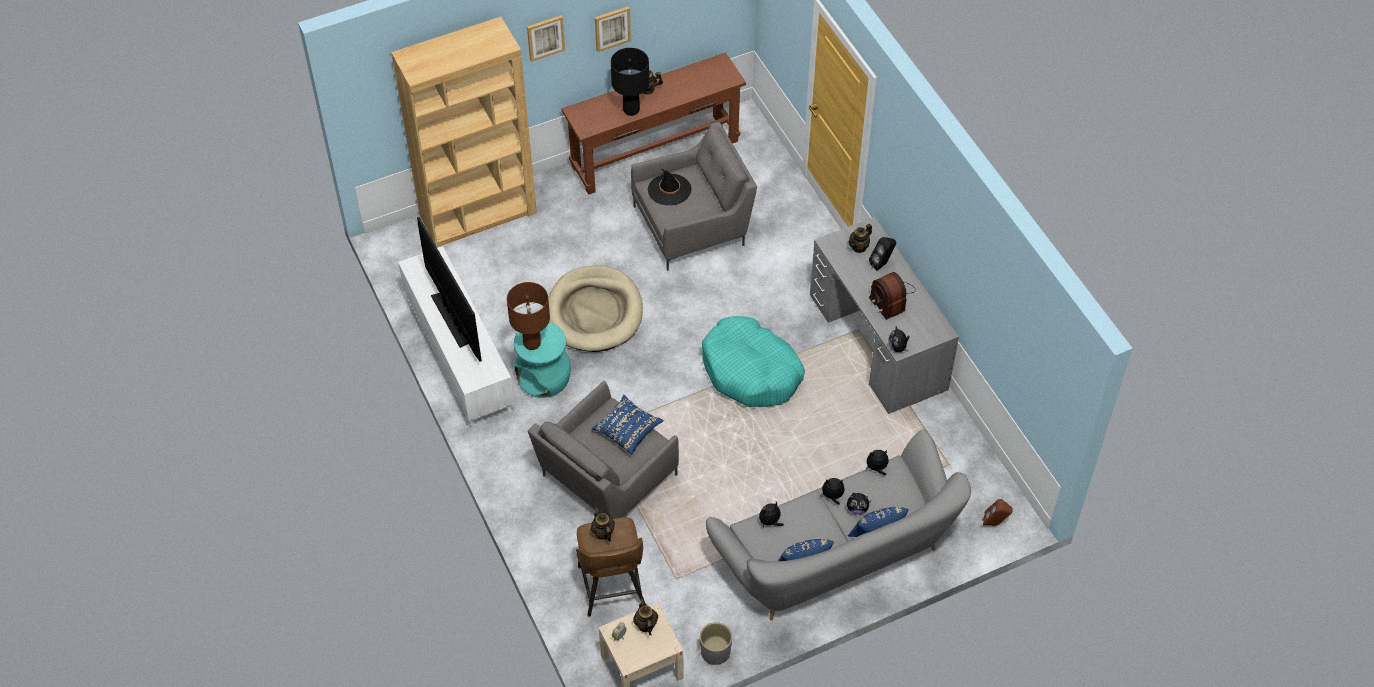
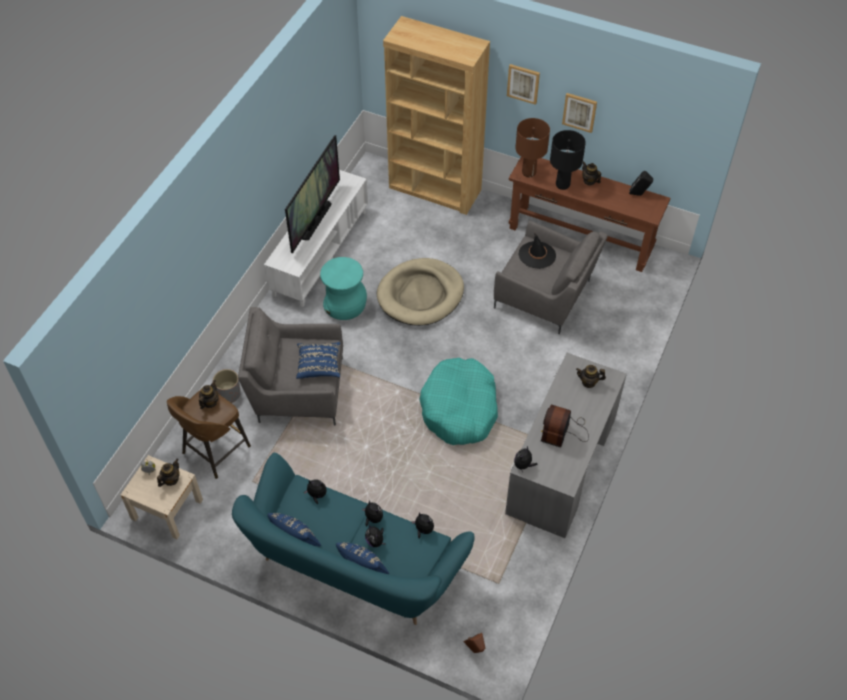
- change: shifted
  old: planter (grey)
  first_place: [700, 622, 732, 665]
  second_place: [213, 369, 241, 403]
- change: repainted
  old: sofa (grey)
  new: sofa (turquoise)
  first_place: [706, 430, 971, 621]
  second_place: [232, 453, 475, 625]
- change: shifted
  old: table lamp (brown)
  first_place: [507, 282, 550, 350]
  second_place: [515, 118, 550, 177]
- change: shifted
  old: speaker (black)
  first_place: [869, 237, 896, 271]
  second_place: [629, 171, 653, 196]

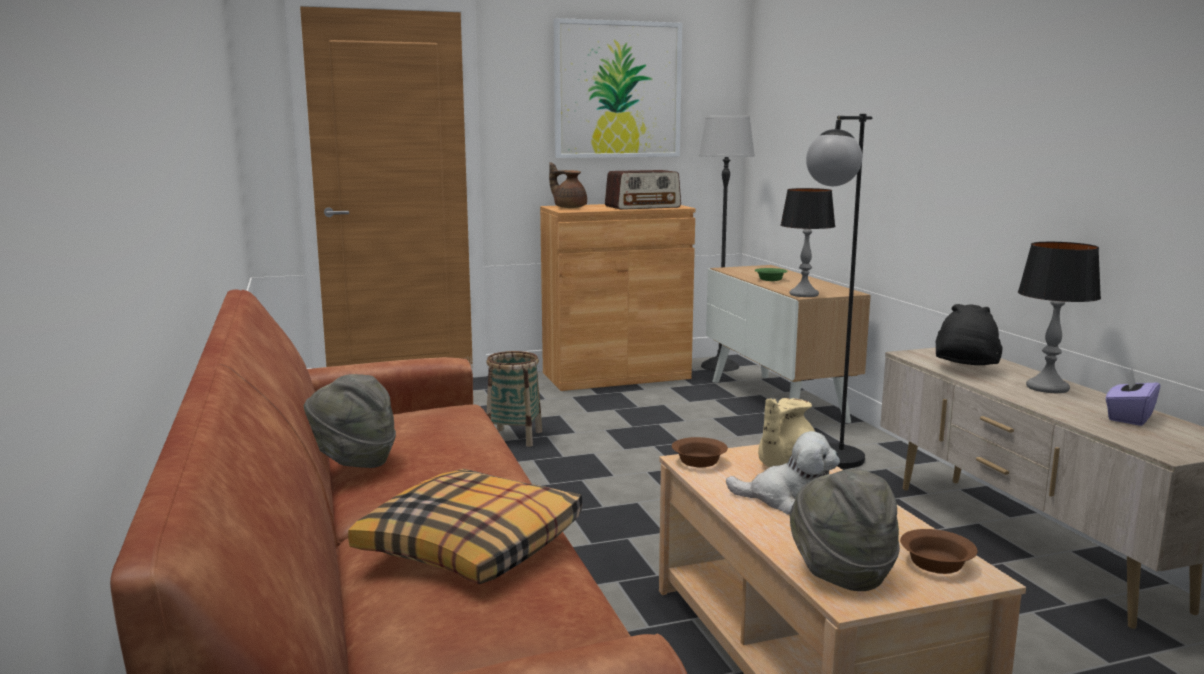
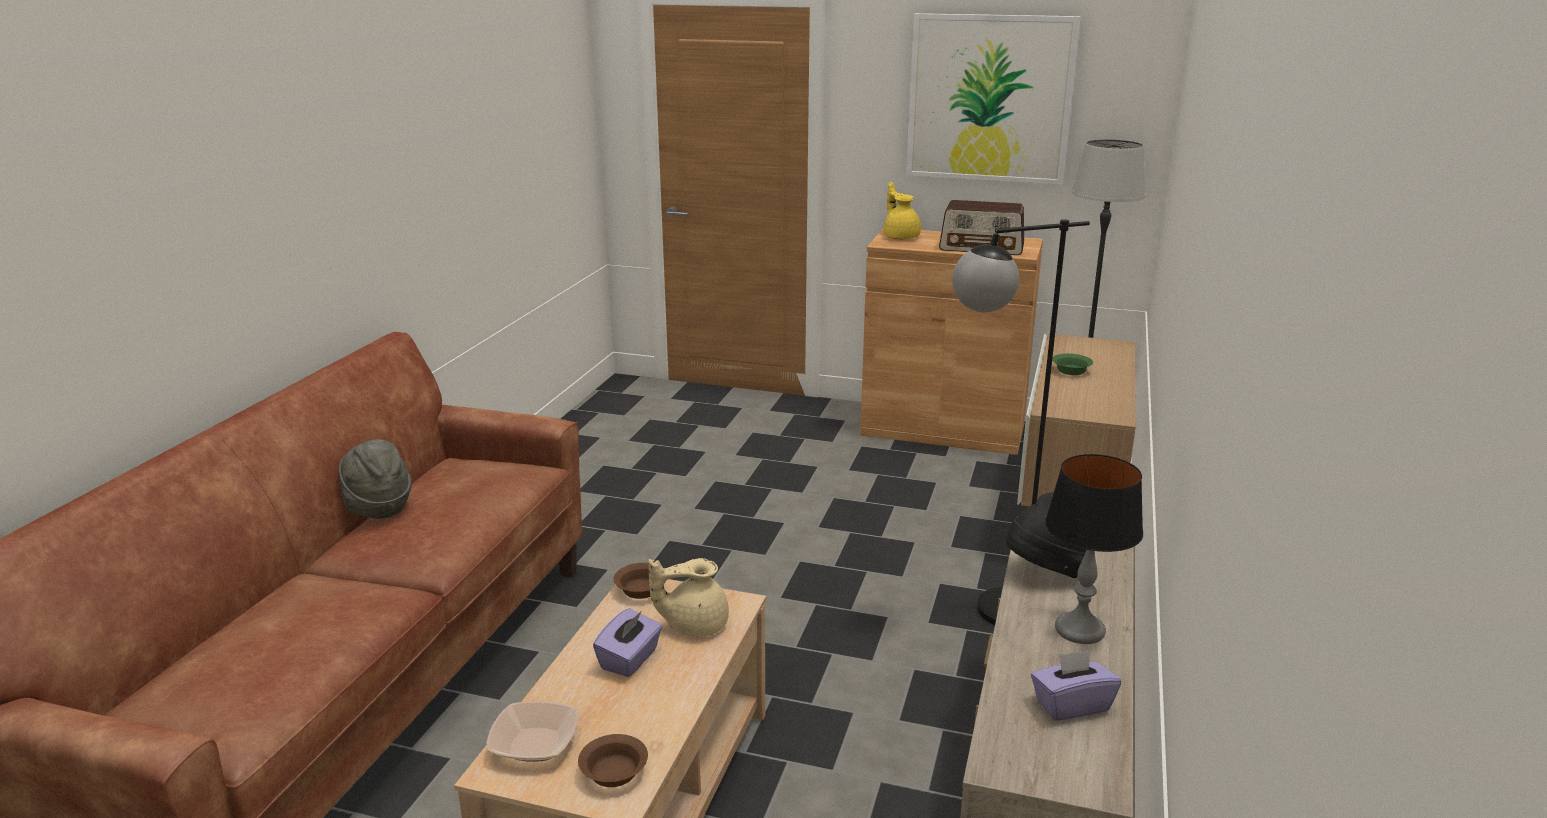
- change: swapped
  old: hat (grey)
  new: bowl
  first_place: [790, 469, 900, 591]
  second_place: [486, 701, 578, 762]
- change: swapped
  old: plush toy
  new: tissue box (purple)
  first_place: [726, 431, 840, 514]
  second_place: [593, 608, 662, 677]
- change: repainted
  old: teapot (brown)
  new: teapot (yellow)
  first_place: [549, 162, 587, 208]
  second_place: [884, 182, 921, 239]
- change: gone
  old: pillow
  first_place: [348, 469, 582, 584]
- change: gone
  old: basket
  first_place: [486, 351, 542, 447]
- change: gone
  old: table lamp
  first_place: [780, 188, 835, 297]

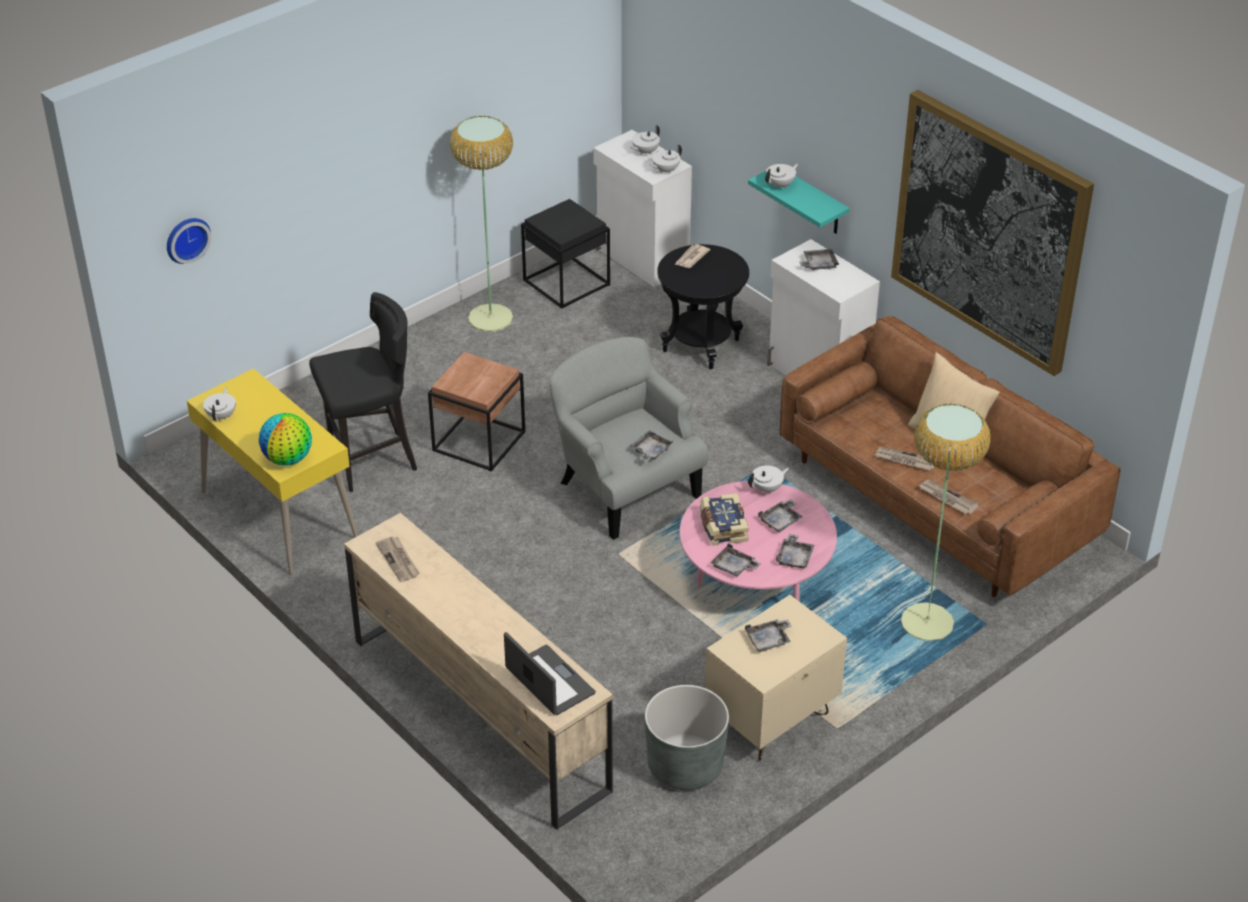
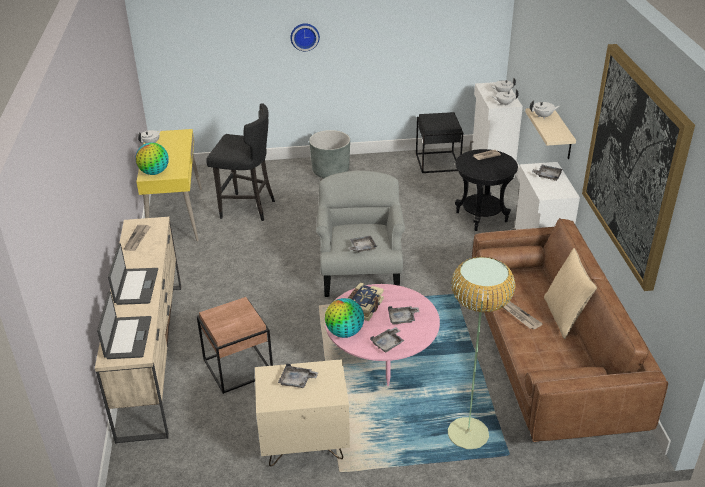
- change: new
  new: laptop
  second_place: [108, 243, 158, 305]
- change: shifted
  old: side table (brown)
  first_place: [428, 352, 525, 472]
  second_place: [197, 297, 273, 394]
- change: shifted
  old: wall clock
  first_place: [167, 218, 211, 264]
  second_place: [291, 23, 320, 51]
- change: shifted
  old: planter (grey)
  first_place: [645, 685, 729, 790]
  second_place: [309, 130, 350, 178]
- change: swapped
  old: tray (grey)
  new: globe
  first_place: [710, 544, 761, 576]
  second_place: [325, 298, 364, 338]
- change: repainted
  old: shelf (turquoise)
  new: shelf (beige)
  first_place: [748, 171, 850, 234]
  second_place: [525, 108, 576, 159]
- change: gone
  old: floor lamp
  first_place: [450, 116, 513, 332]
- change: gone
  old: teapot (white)
  first_place: [748, 466, 789, 494]
- change: gone
  old: newspaper
  first_place: [919, 480, 979, 514]

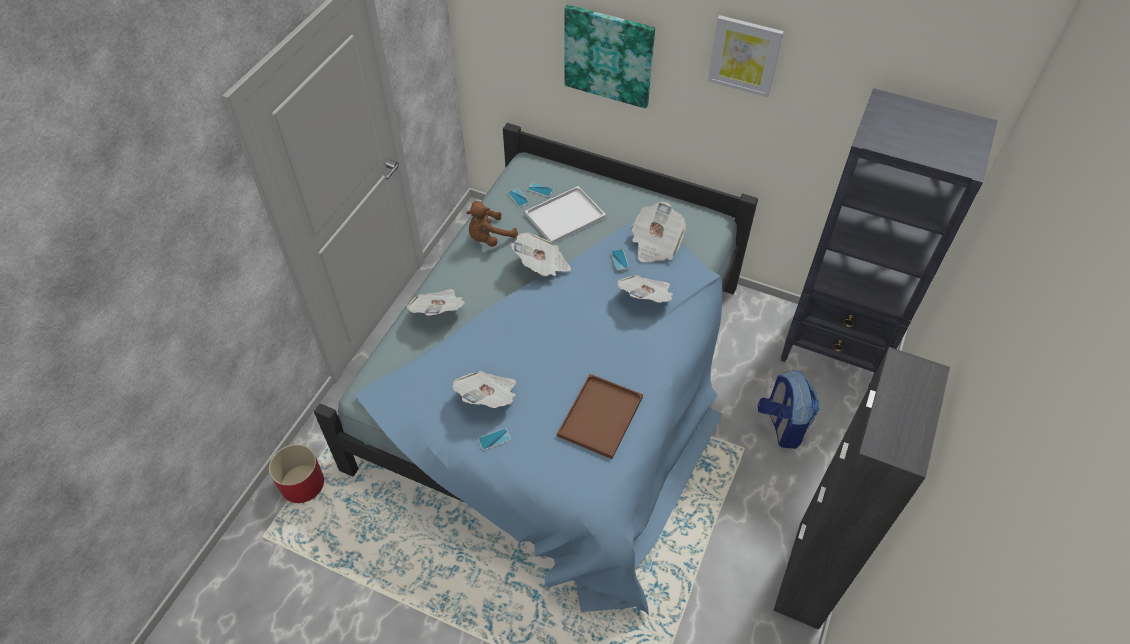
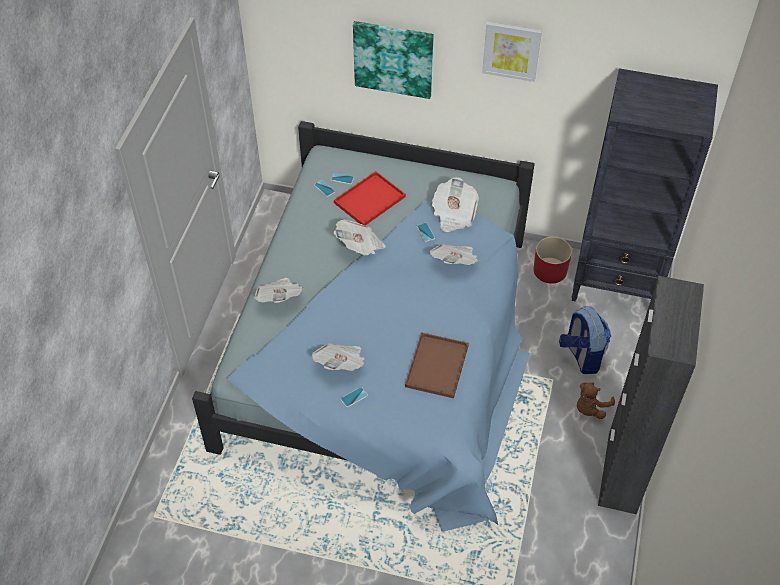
- change: repainted
  old: tray (white)
  new: tray (red)
  first_place: [525, 186, 606, 244]
  second_place: [334, 171, 406, 226]
- change: shifted
  old: planter (red)
  first_place: [269, 444, 324, 503]
  second_place: [533, 237, 572, 284]
- change: shifted
  old: plush toy (brown)
  first_place: [466, 201, 518, 247]
  second_place: [577, 382, 615, 419]

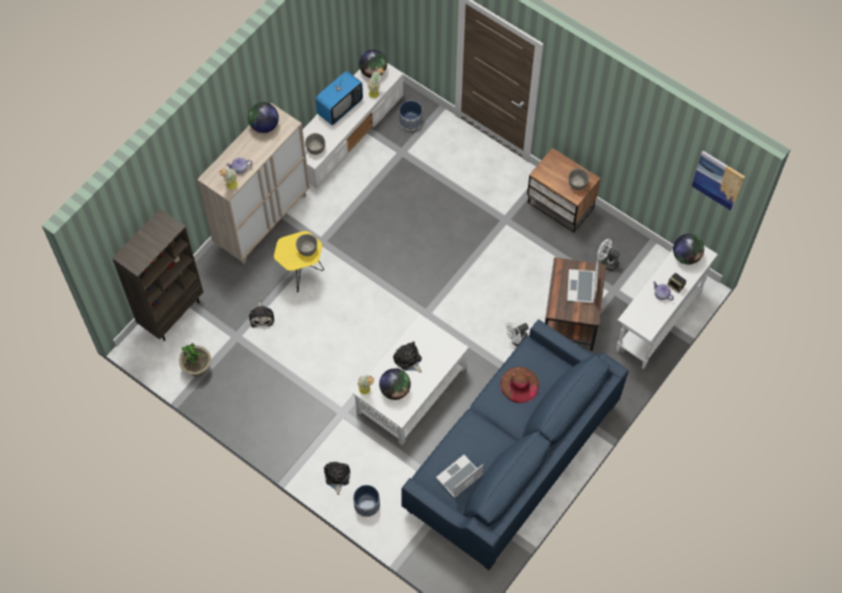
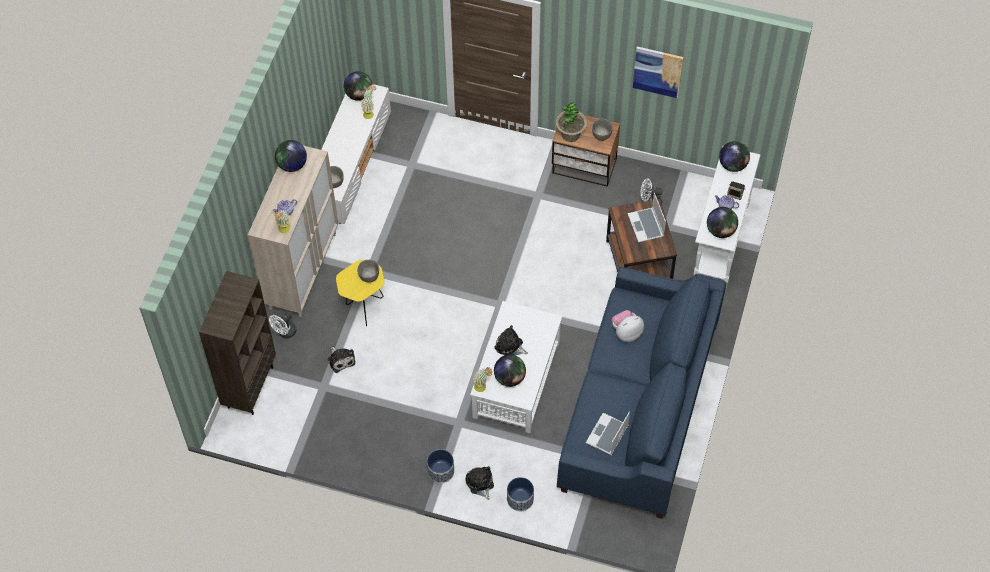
- change: shifted
  old: fan (white)
  first_place: [506, 322, 529, 347]
  second_place: [269, 312, 297, 339]
- change: shifted
  old: planter
  first_place: [399, 100, 422, 131]
  second_place: [427, 449, 454, 483]
- change: shifted
  old: potted plant
  first_place: [179, 343, 211, 377]
  second_place: [556, 102, 587, 142]
- change: swapped
  old: hat (brown)
  new: plush toy
  first_place: [500, 367, 539, 403]
  second_place: [612, 310, 644, 342]
- change: shifted
  old: picture
  first_place: [692, 151, 745, 211]
  second_place: [633, 47, 683, 98]
- change: new
  new: globe
  second_place: [707, 207, 738, 238]
- change: gone
  old: television
  first_place: [316, 71, 363, 125]

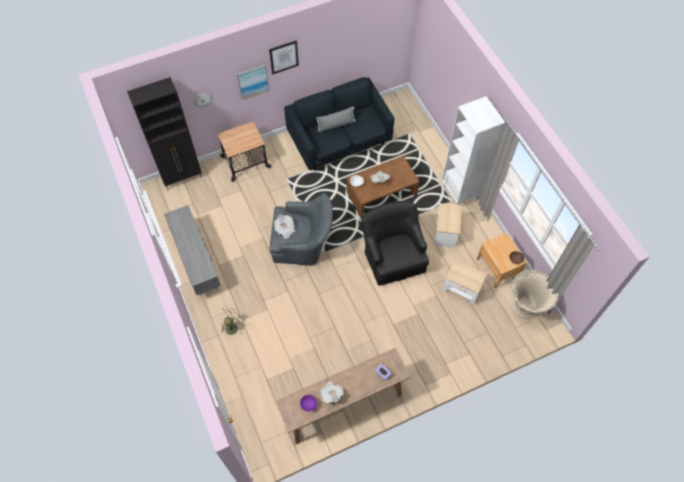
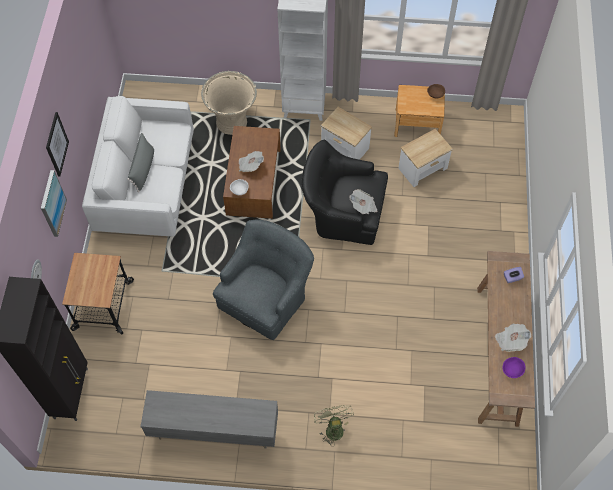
- change: repainted
  old: sofa (blue)
  new: sofa (white)
  first_place: [284, 77, 394, 170]
  second_place: [82, 96, 194, 236]
- change: shifted
  old: planter (beige)
  first_place: [511, 269, 559, 319]
  second_place: [201, 71, 257, 135]
- change: shifted
  old: newspaper
  first_place: [274, 214, 295, 239]
  second_place: [349, 189, 377, 215]

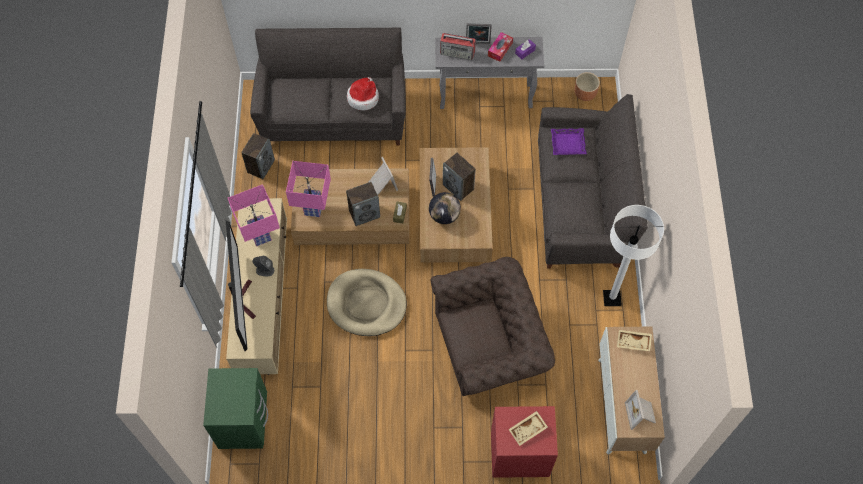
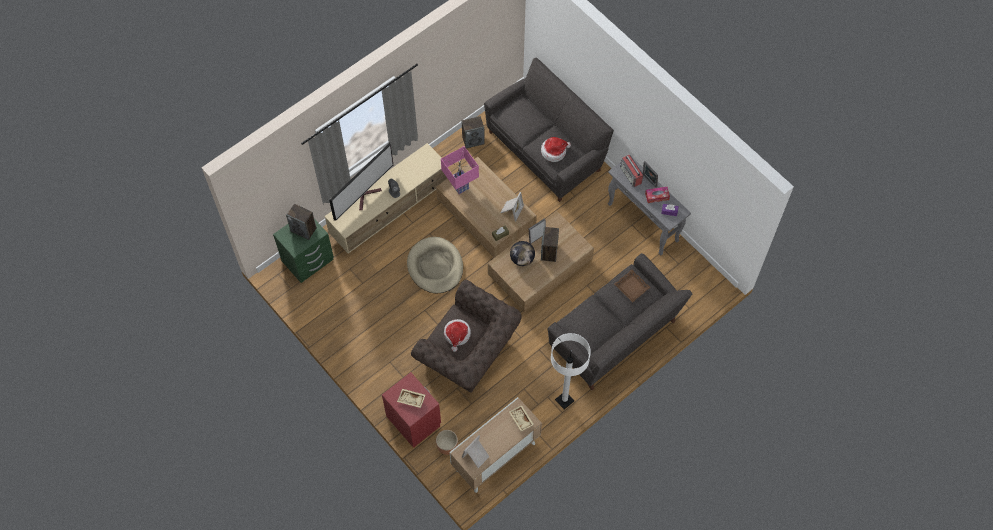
- change: shifted
  old: speaker
  first_place: [346, 182, 380, 226]
  second_place: [286, 203, 317, 240]
- change: shifted
  old: planter (brown)
  first_place: [575, 72, 600, 101]
  second_place: [436, 430, 458, 455]
- change: new
  new: hat
  second_place: [444, 319, 471, 352]
- change: repainted
  old: tray (purple)
  new: tray (brown)
  first_place: [551, 128, 587, 155]
  second_place: [614, 269, 651, 302]
- change: gone
  old: table lamp (pink)
  first_place: [228, 184, 280, 246]

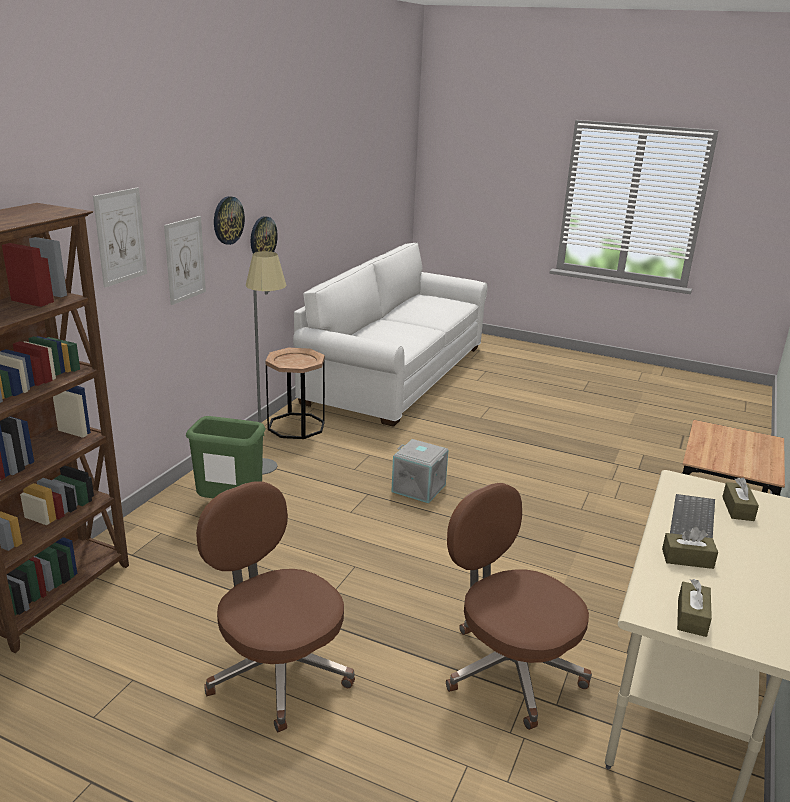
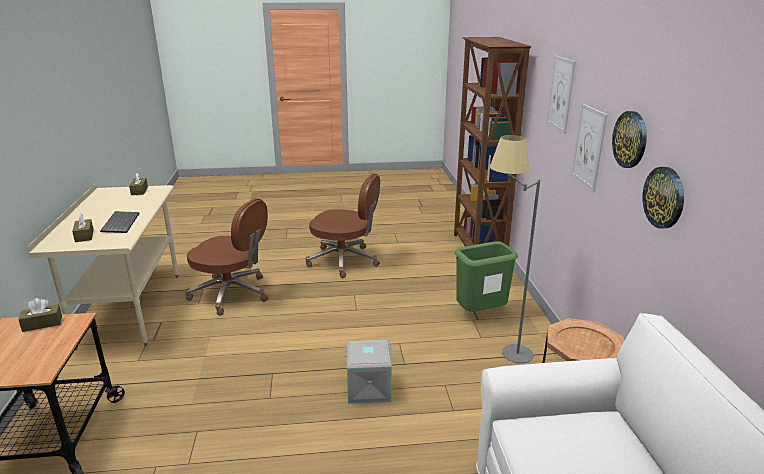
- change: shifted
  old: tissue box (brown)
  first_place: [662, 527, 718, 569]
  second_place: [18, 298, 62, 332]

